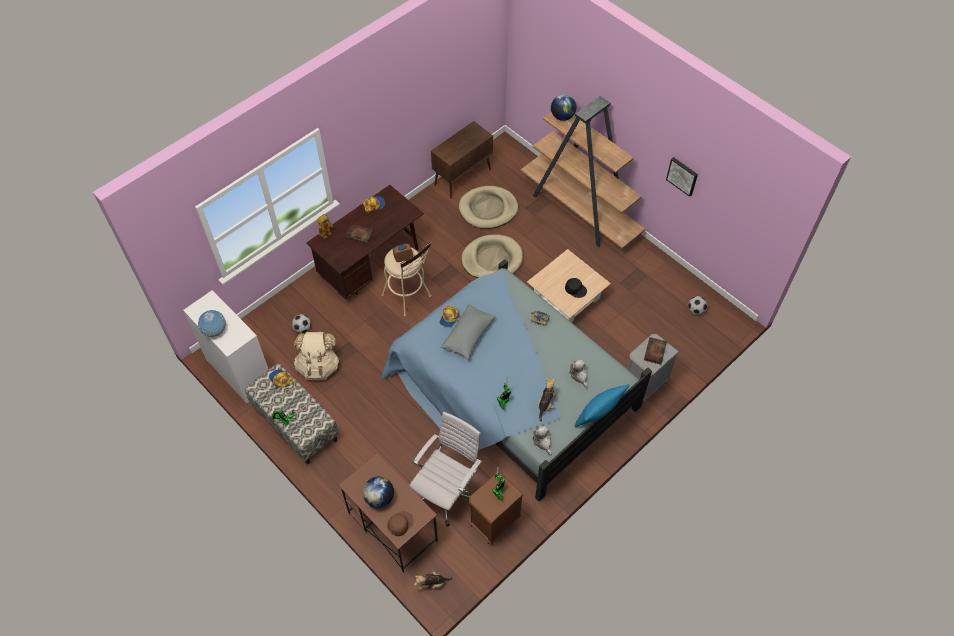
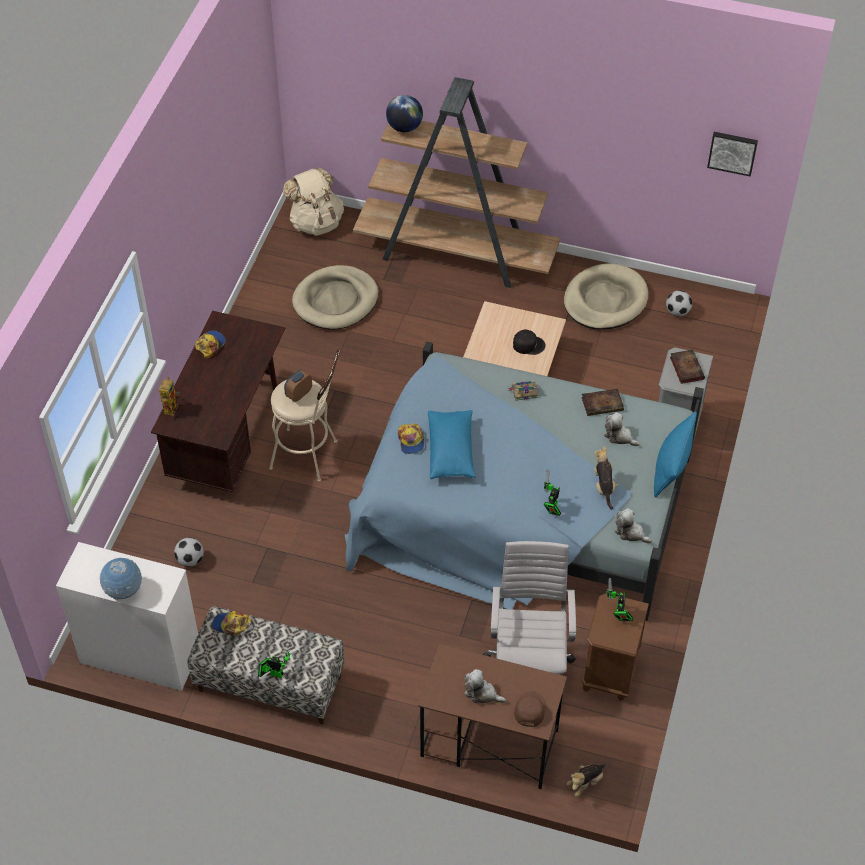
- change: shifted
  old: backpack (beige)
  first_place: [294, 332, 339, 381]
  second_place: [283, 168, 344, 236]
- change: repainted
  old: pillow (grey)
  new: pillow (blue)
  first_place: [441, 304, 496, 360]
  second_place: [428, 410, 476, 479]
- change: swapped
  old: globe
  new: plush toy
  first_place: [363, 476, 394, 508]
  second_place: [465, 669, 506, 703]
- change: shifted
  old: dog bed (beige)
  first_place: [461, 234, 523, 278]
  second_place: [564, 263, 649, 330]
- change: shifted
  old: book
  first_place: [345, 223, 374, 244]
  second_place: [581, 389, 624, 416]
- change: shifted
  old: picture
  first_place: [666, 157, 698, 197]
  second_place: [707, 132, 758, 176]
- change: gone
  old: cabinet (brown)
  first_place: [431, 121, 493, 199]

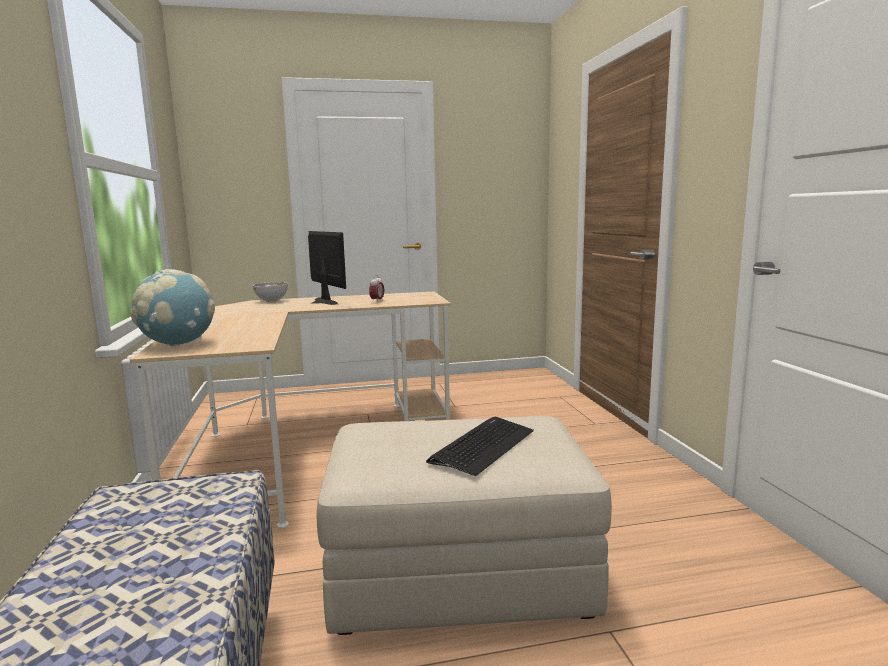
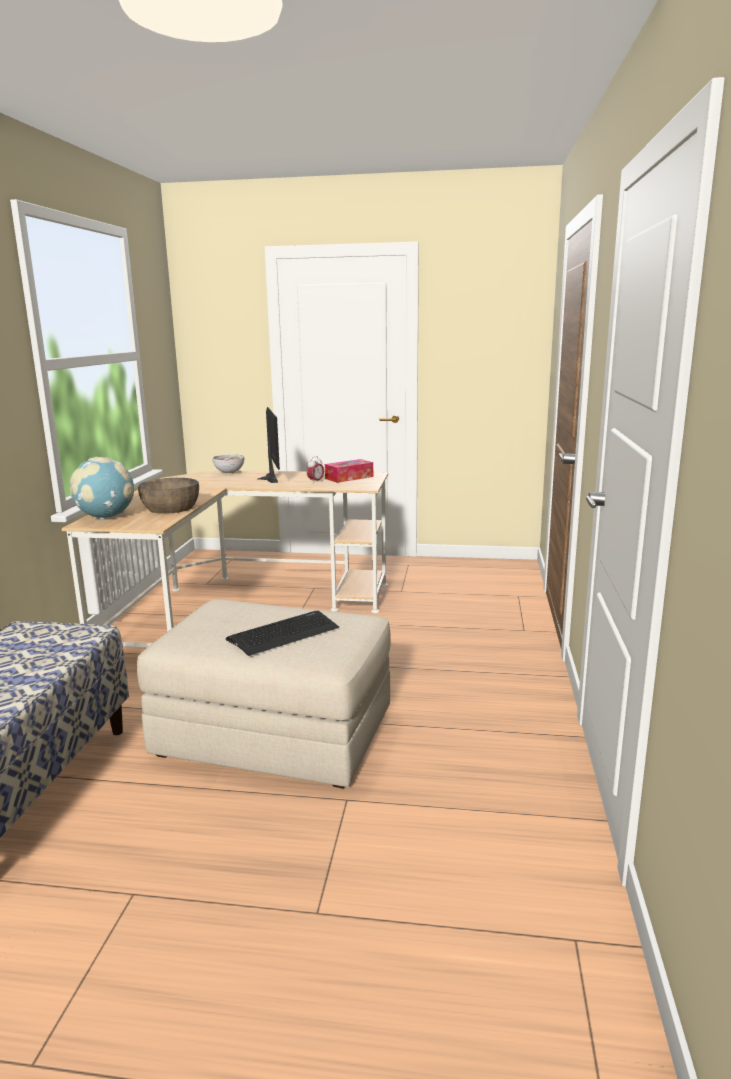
- change: new
  new: bowl (brown)
  second_place: [138, 478, 199, 514]
- change: new
  new: tissue box
  second_place: [325, 459, 373, 483]

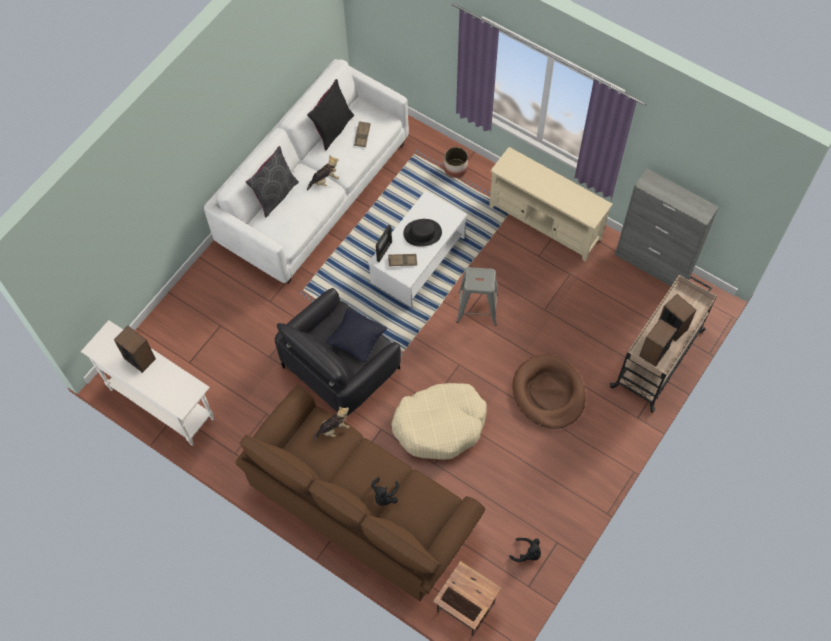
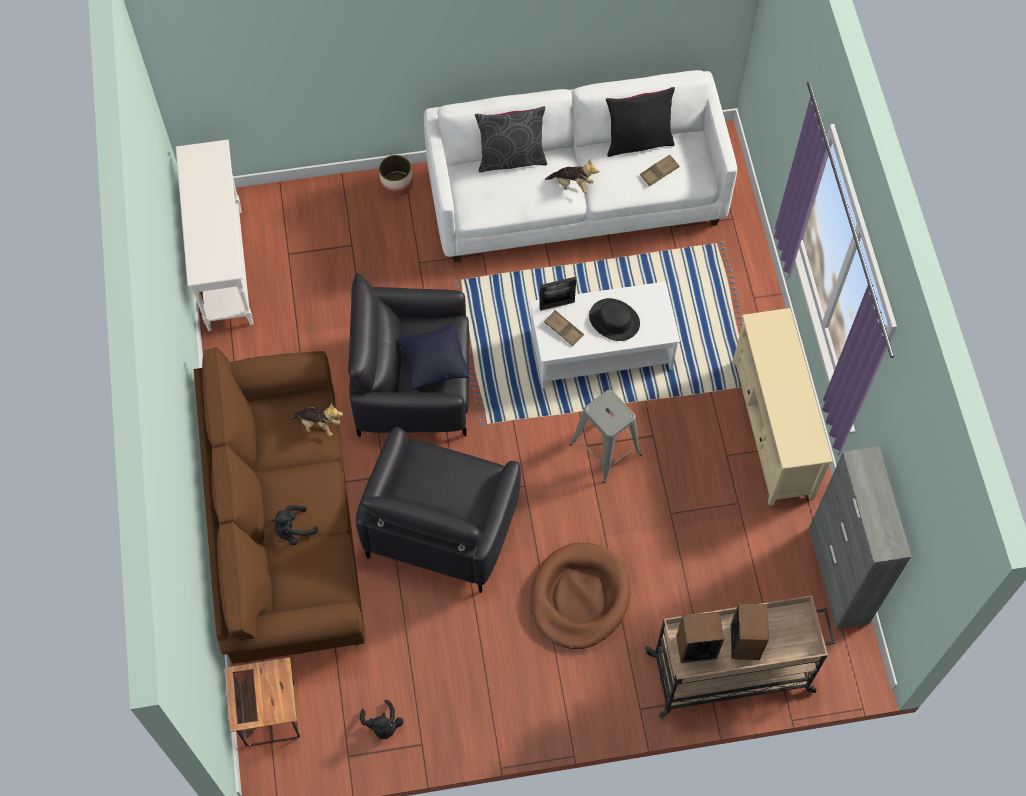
- change: swapped
  old: dog bed (beige)
  new: armchair (black)
  first_place: [391, 383, 487, 460]
  second_place: [356, 427, 521, 593]
- change: shifted
  old: planter
  first_place: [444, 147, 468, 178]
  second_place: [379, 155, 413, 197]
- change: gone
  old: speaker
  first_place: [114, 326, 156, 373]

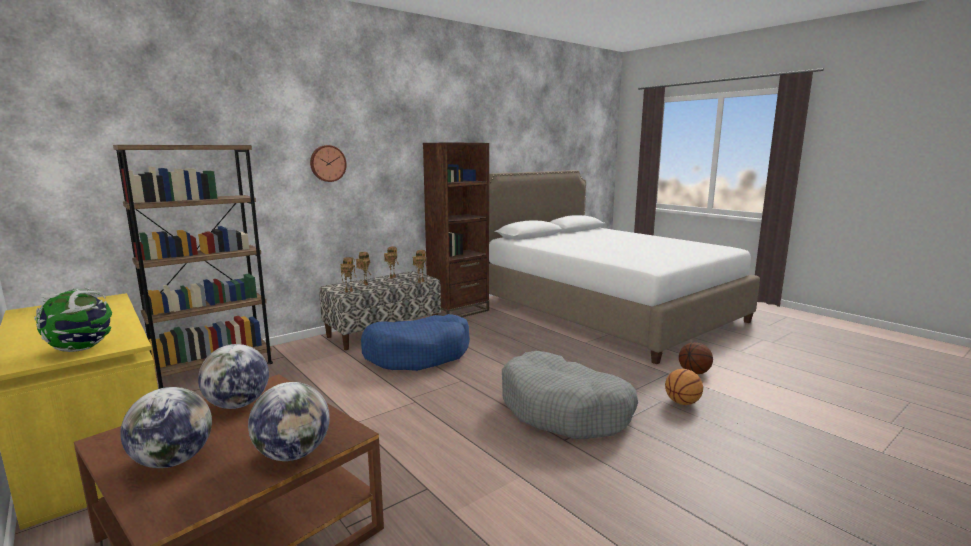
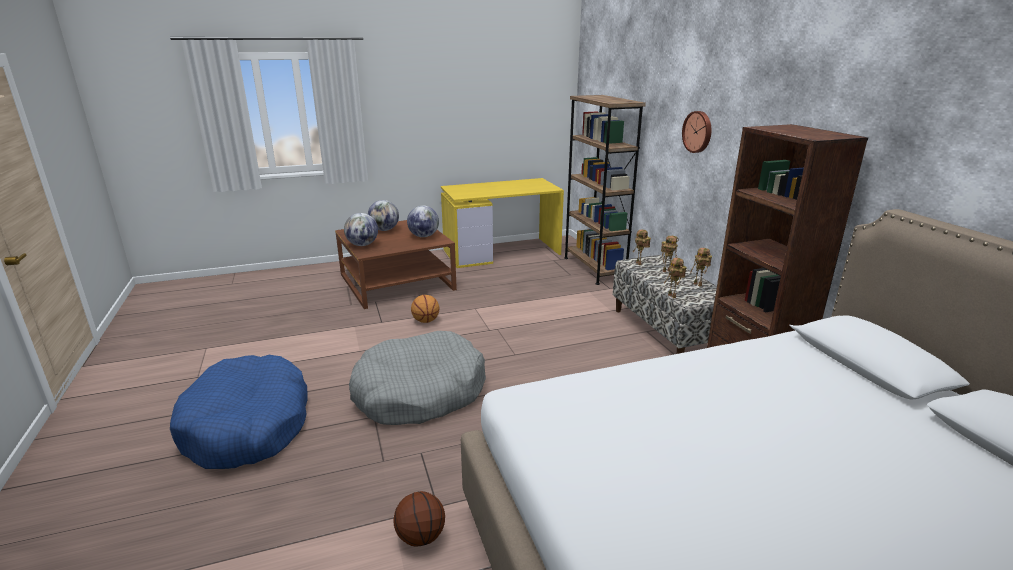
- change: shifted
  old: dog bed (blue)
  first_place: [361, 314, 470, 371]
  second_place: [170, 355, 308, 469]
- change: shifted
  old: basketball
  first_place: [665, 369, 703, 405]
  second_place: [411, 295, 439, 323]
- change: gone
  old: globe
  first_place: [34, 287, 112, 352]

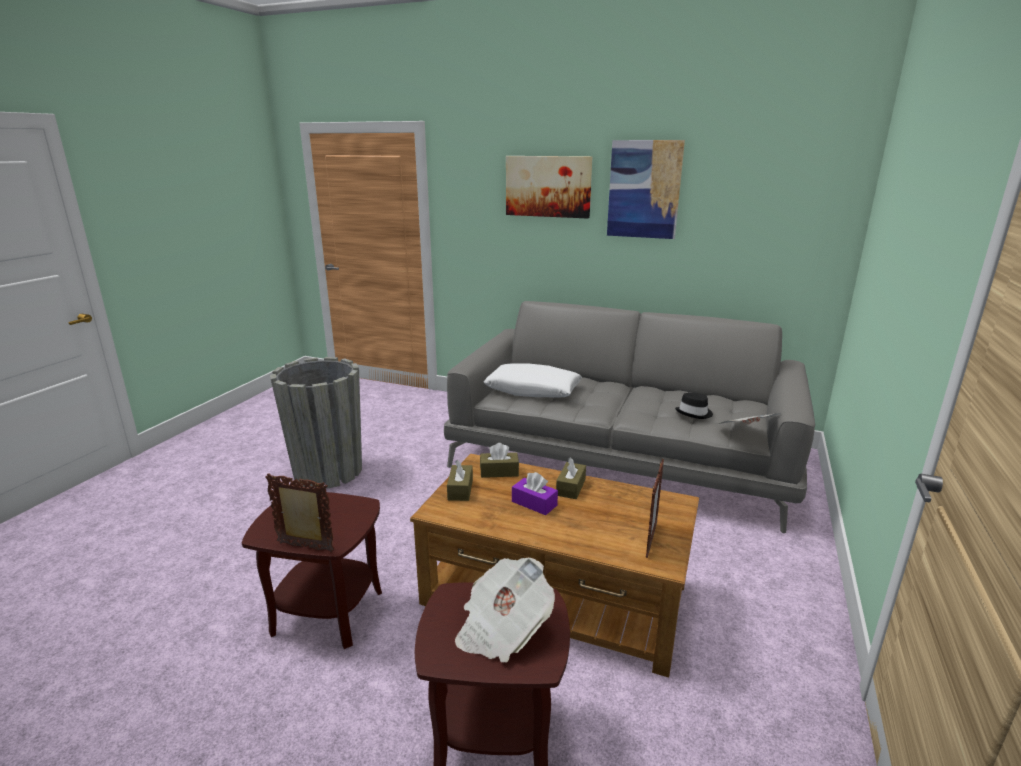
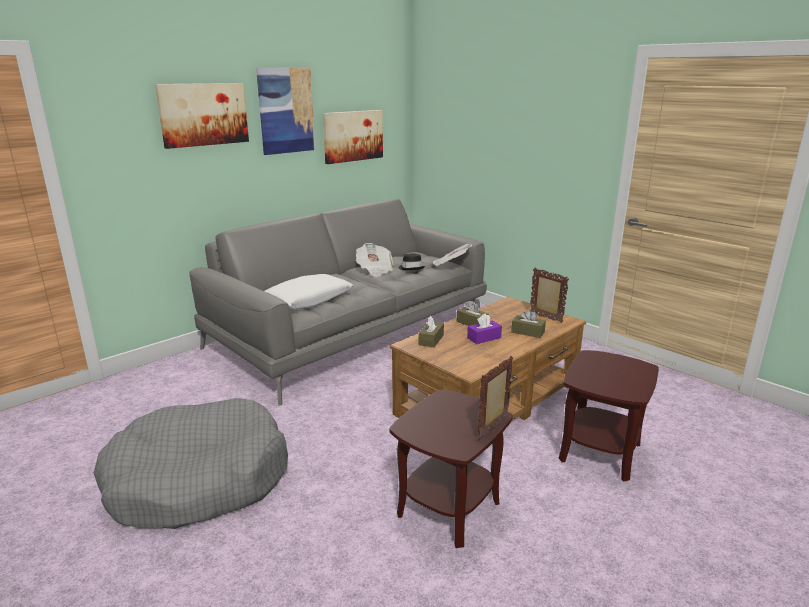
- change: swapped
  old: planter (grey)
  new: dog bed (grey)
  first_place: [270, 357, 362, 489]
  second_place: [94, 398, 288, 529]
- change: new
  new: picture
  second_place: [323, 110, 383, 164]
- change: shifted
  old: newspaper
  first_place: [455, 558, 555, 663]
  second_place: [356, 243, 394, 277]
- change: shifted
  old: tissue box (brown)
  first_place: [447, 460, 473, 501]
  second_place: [511, 309, 546, 338]

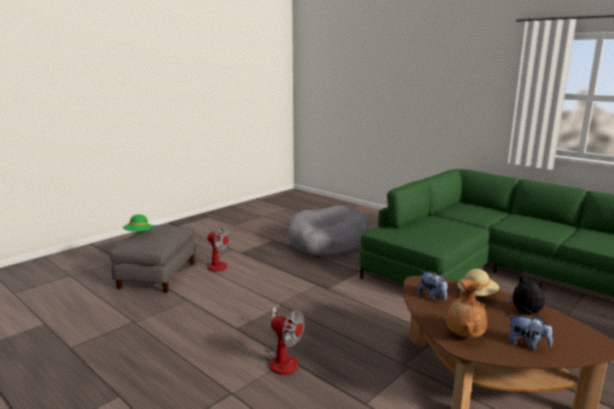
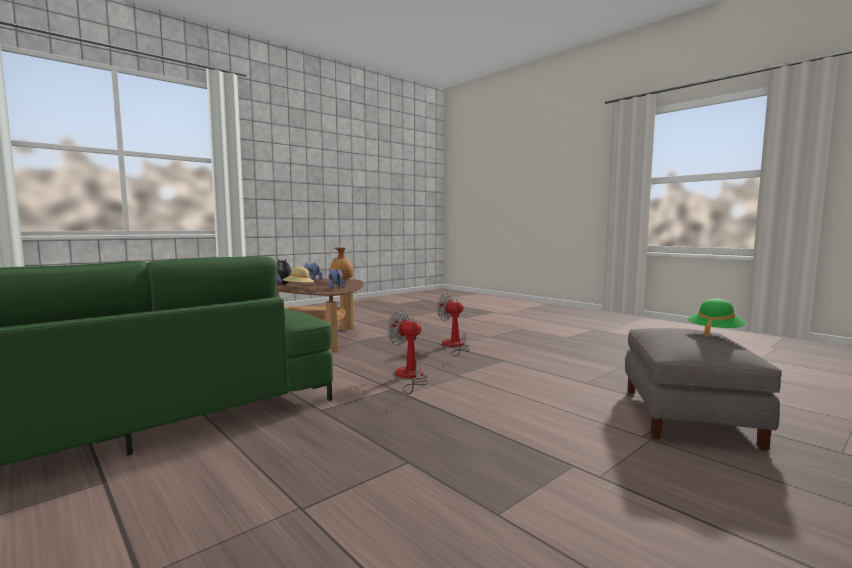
- change: shifted
  old: fan
  first_place: [206, 227, 231, 272]
  second_place: [388, 310, 428, 394]
- change: gone
  old: dog bed (grey)
  first_place: [288, 206, 369, 256]

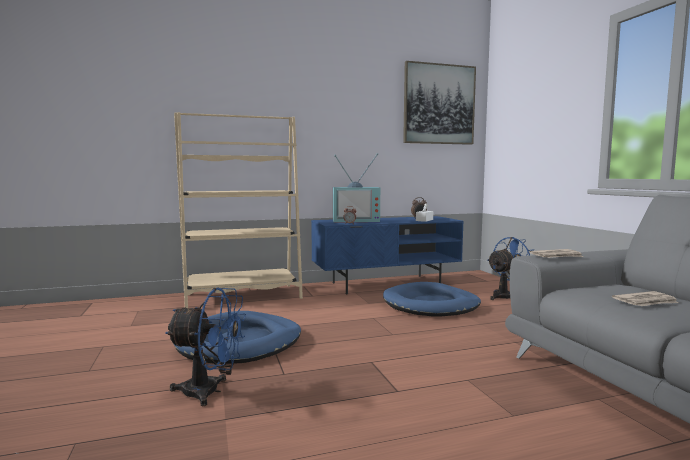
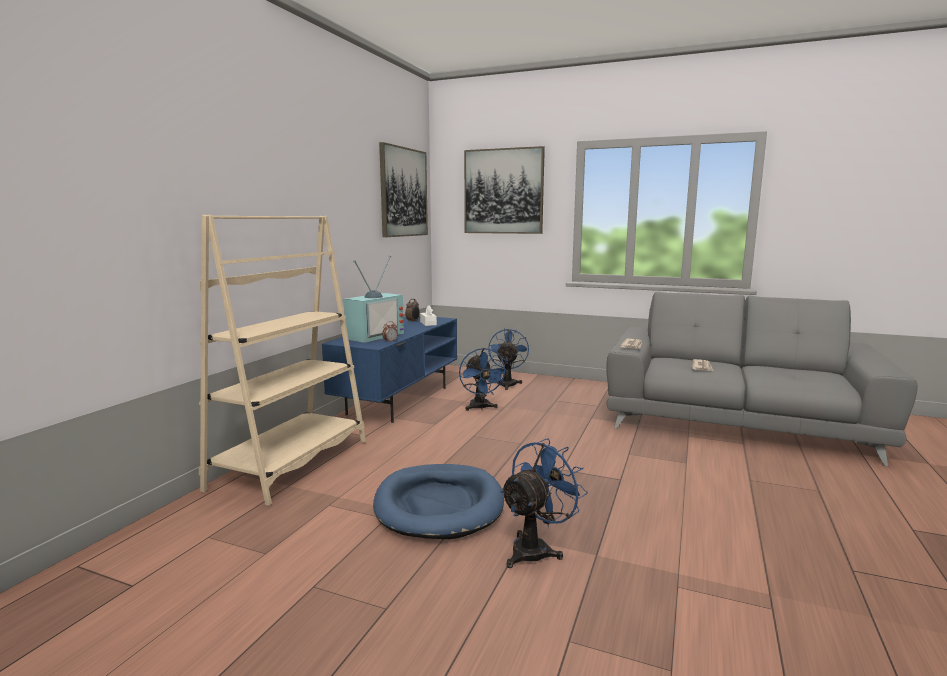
- change: swapped
  old: dog bed (blue)
  new: fan (blue)
  first_place: [383, 282, 481, 316]
  second_place: [459, 348, 508, 411]
- change: new
  new: picture
  second_place: [464, 146, 545, 234]

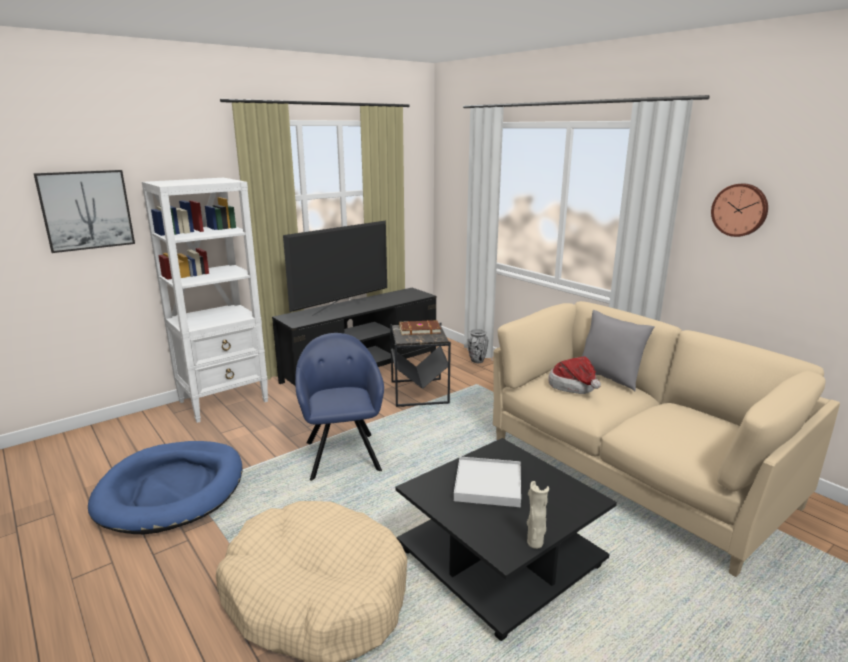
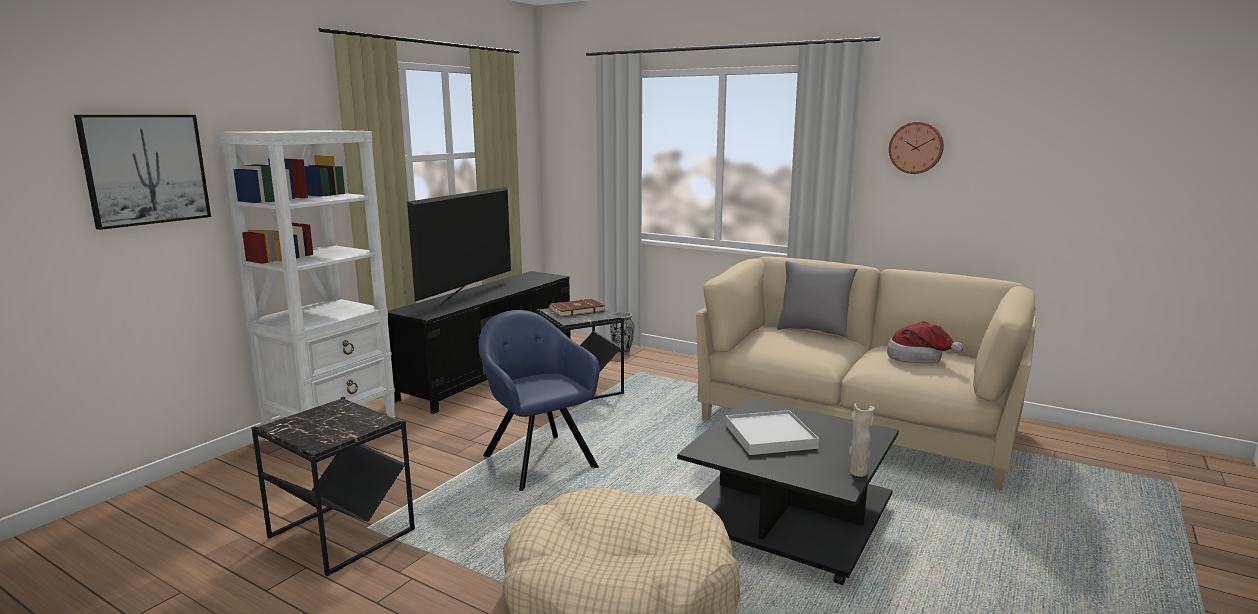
- change: swapped
  old: dog bed (blue)
  new: side table (black)
  first_place: [88, 441, 242, 534]
  second_place: [251, 397, 415, 576]
- change: shifted
  old: hat
  first_place: [548, 357, 601, 394]
  second_place: [887, 321, 963, 363]

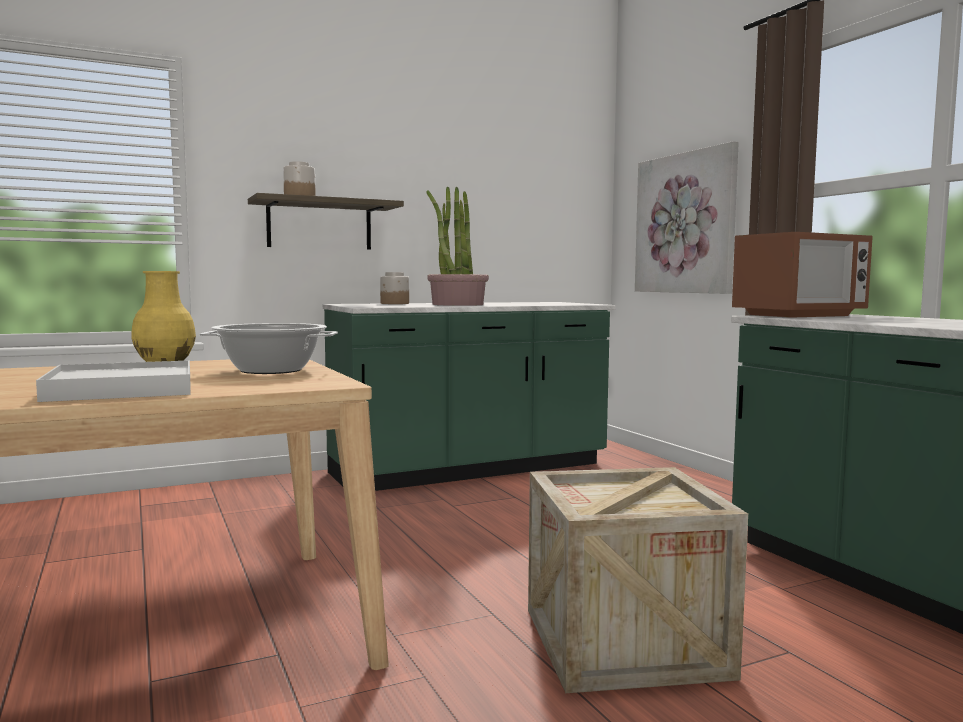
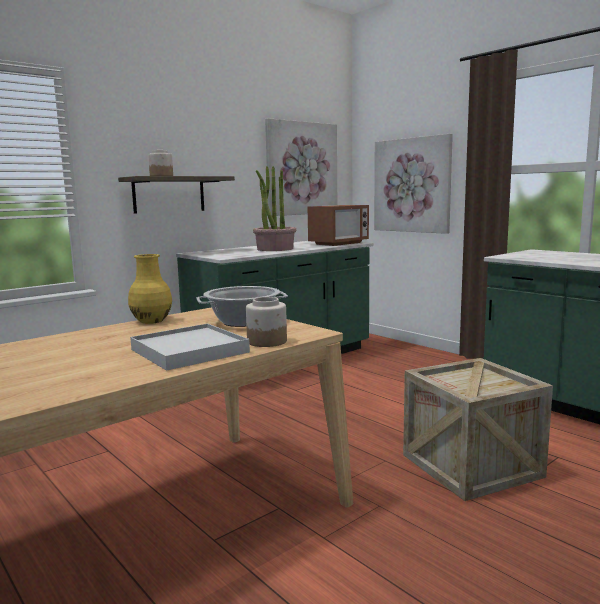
- change: shifted
  old: jar
  first_place: [380, 272, 409, 304]
  second_place: [246, 297, 287, 347]
- change: new
  new: picture
  second_place: [265, 118, 337, 216]
- change: shifted
  old: microwave
  first_place: [732, 232, 873, 318]
  second_place: [308, 205, 369, 246]

